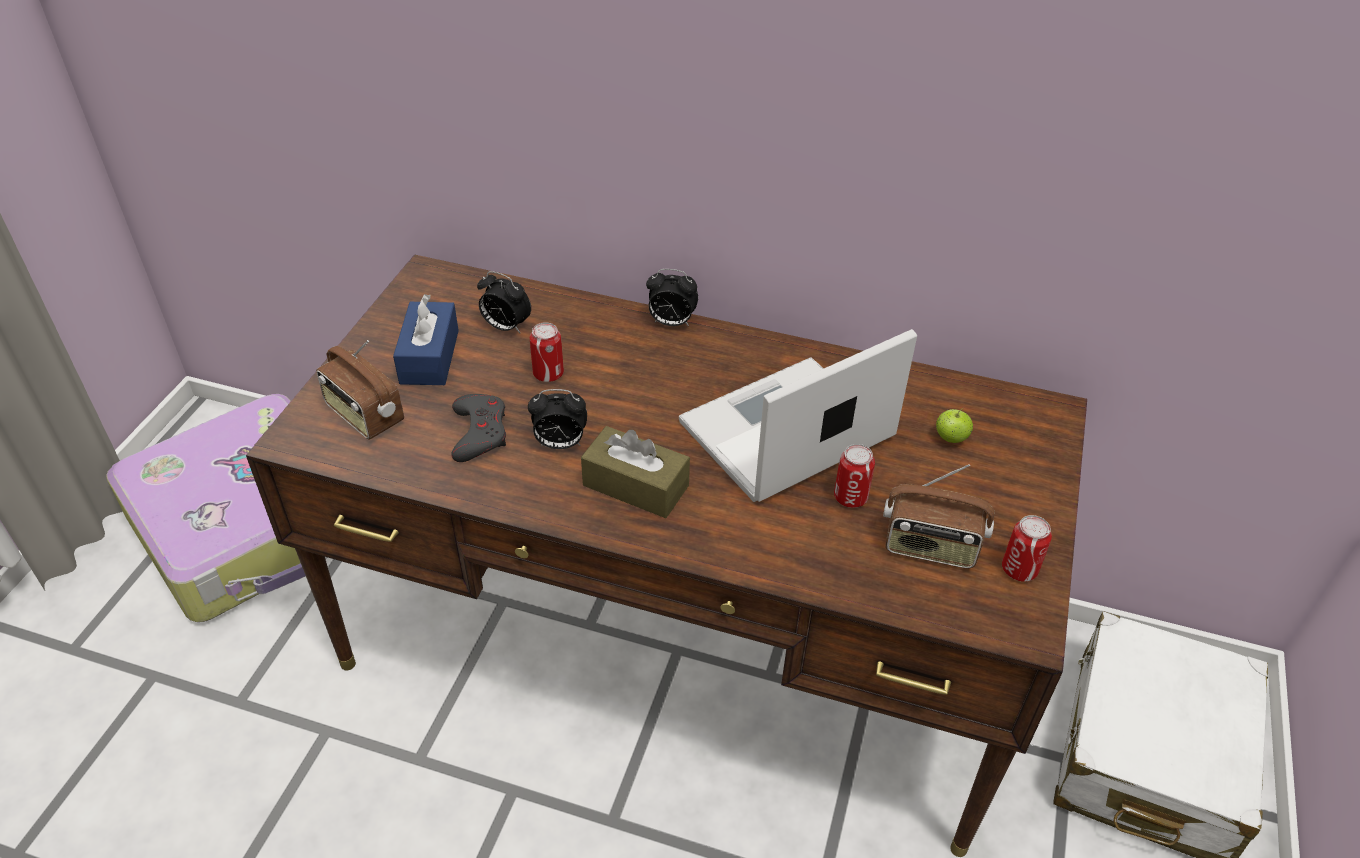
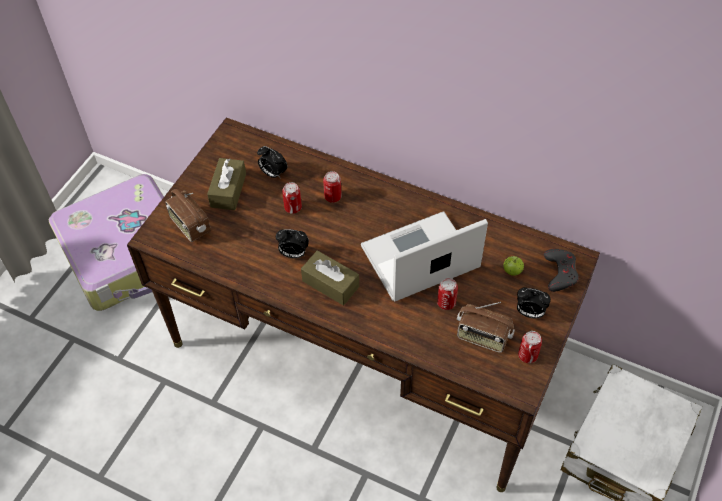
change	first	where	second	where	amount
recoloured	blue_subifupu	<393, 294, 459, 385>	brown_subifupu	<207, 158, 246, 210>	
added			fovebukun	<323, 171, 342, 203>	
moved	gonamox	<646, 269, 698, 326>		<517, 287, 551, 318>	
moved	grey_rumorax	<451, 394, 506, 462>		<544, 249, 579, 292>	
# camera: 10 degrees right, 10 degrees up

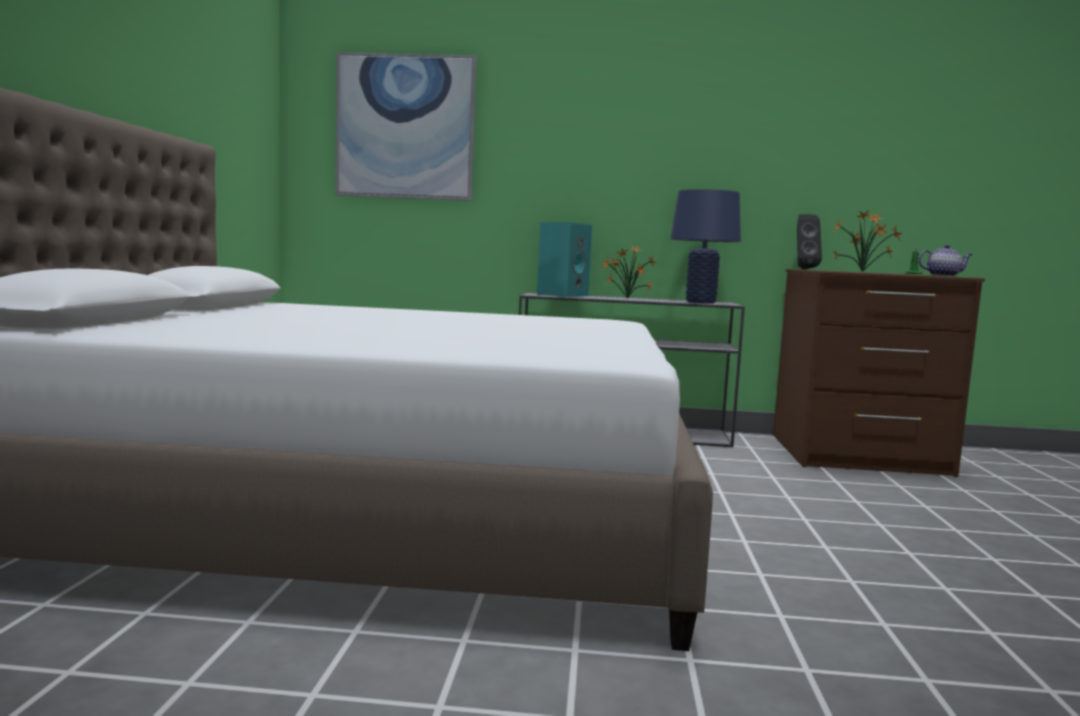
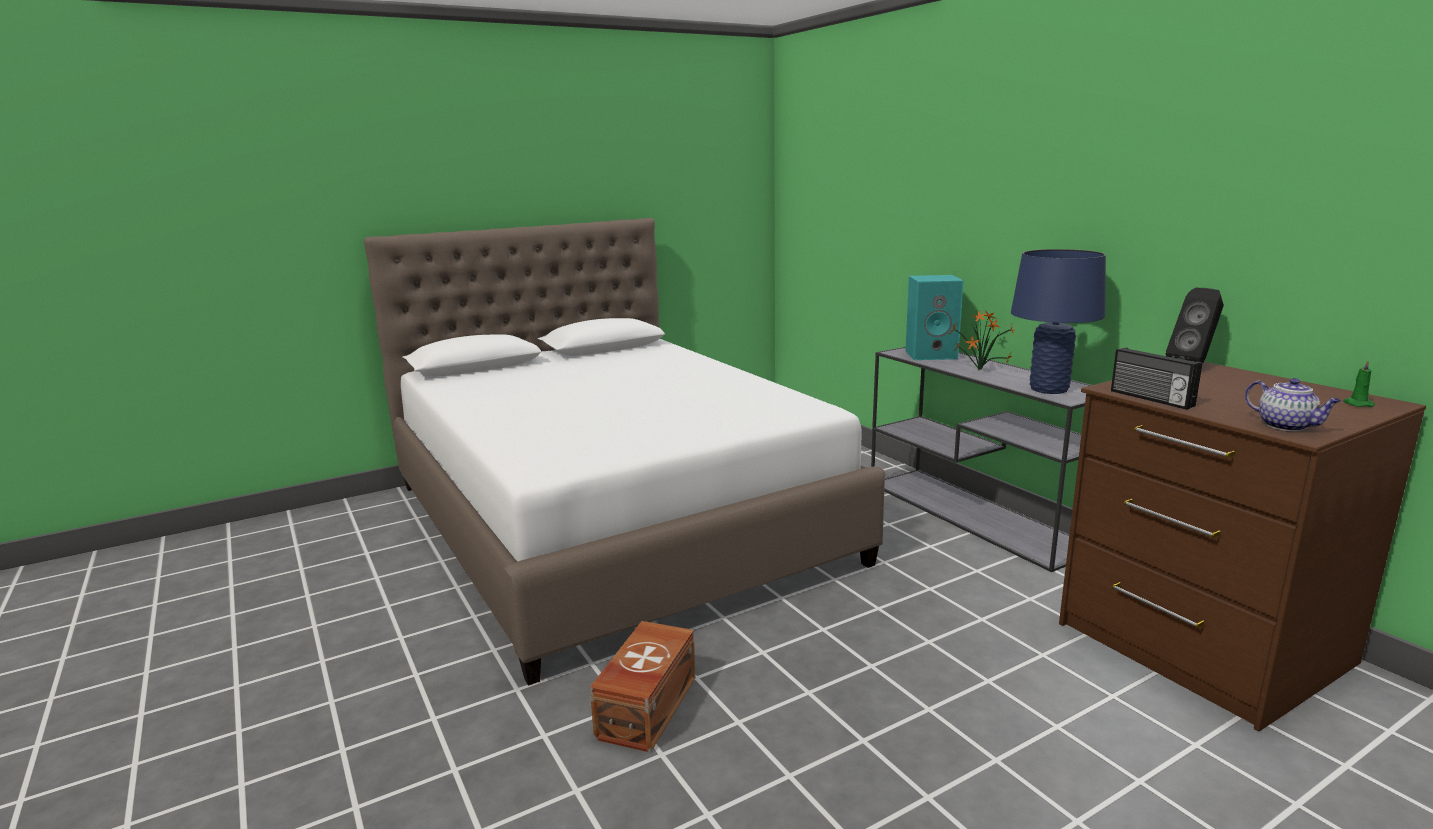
change	first	where	second	where	amount
added			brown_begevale	<590, 621, 695, 753>	
replaced	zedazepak	<833, 210, 902, 272>	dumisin	<1111, 348, 1202, 410>	
removed	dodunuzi	<336, 52, 476, 201>			
# camera: 55 degrees right, 10 degrees up

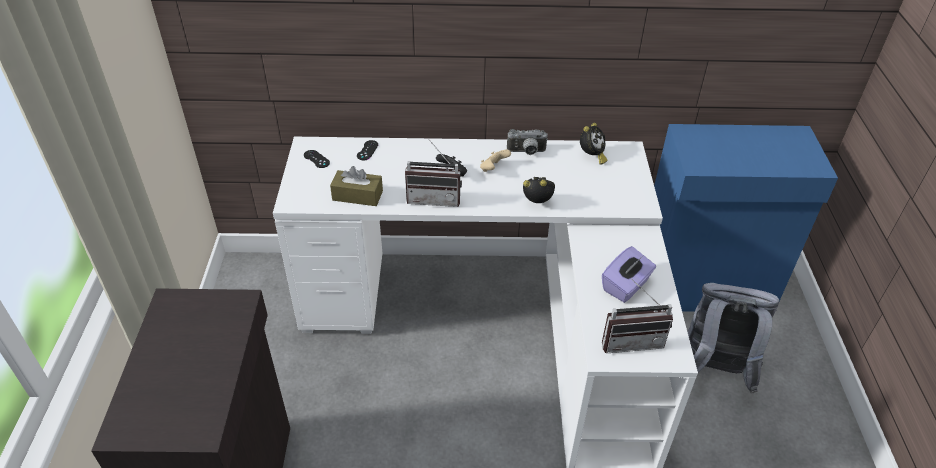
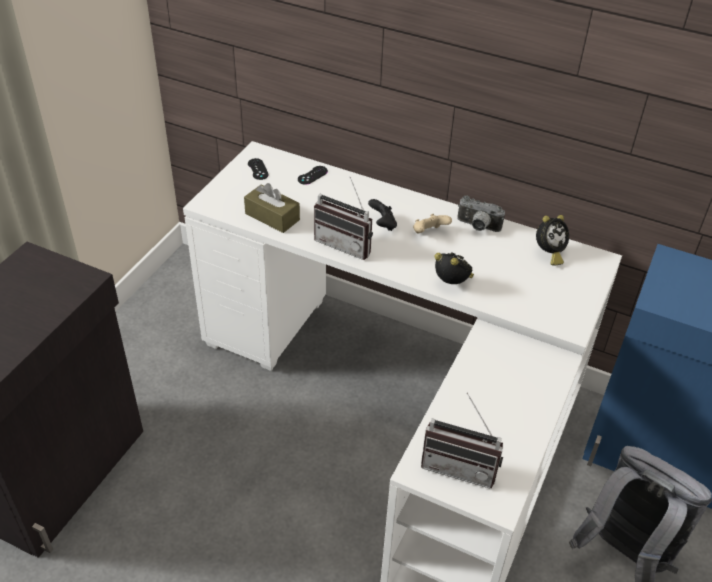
change	first	where	second	where	amount
removed	purple_subifupu	<602, 246, 656, 303>			
# camera: 25 degrees right, 0 degrees up

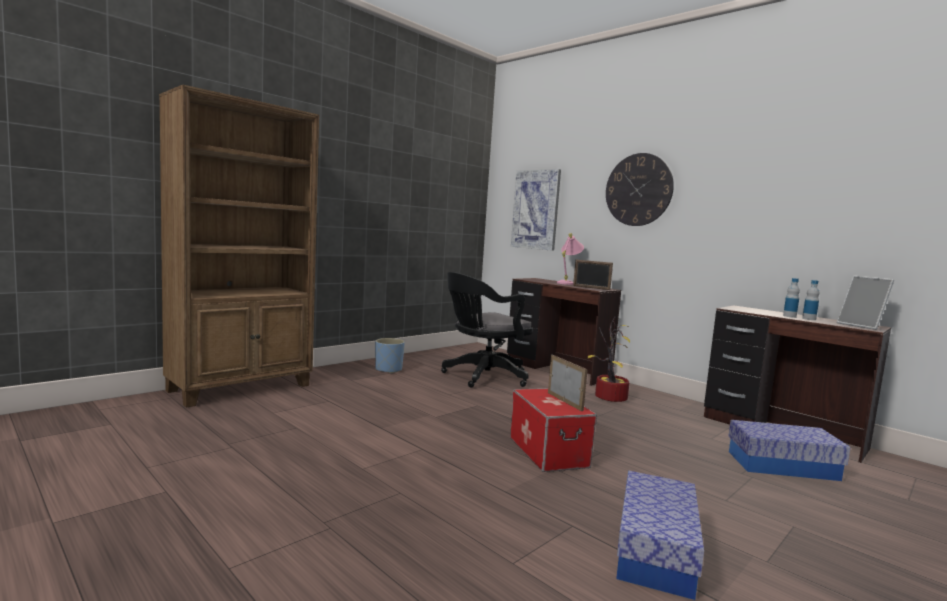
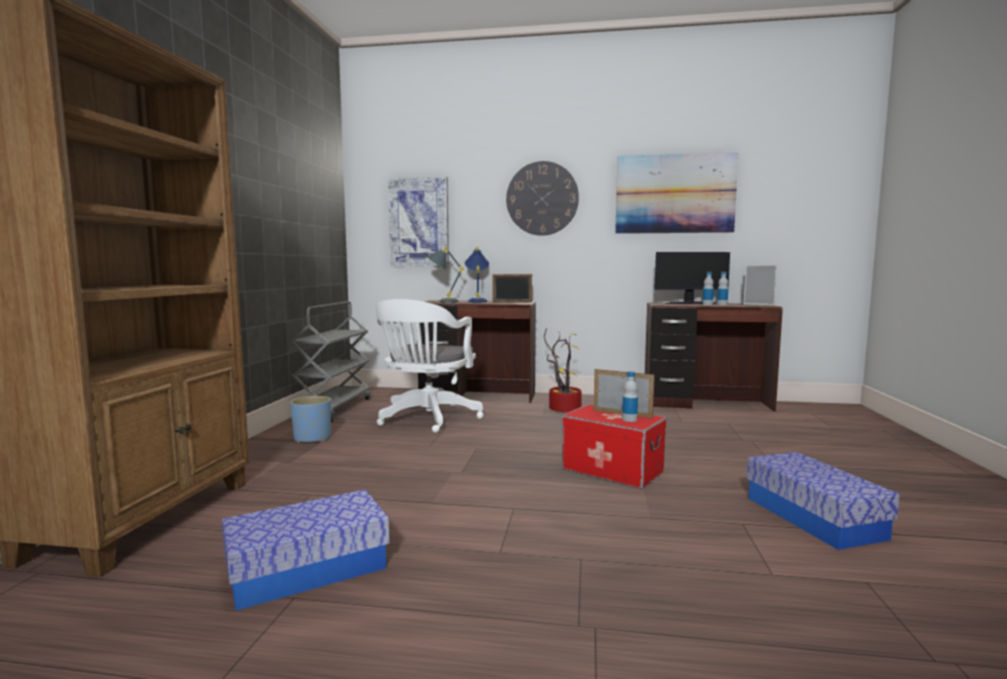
change	first	where	second	where	amount
moved	begevale	<728, 420, 850, 481>		<222, 490, 389, 611>	
added			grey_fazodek	<290, 301, 371, 422>	
recoloured	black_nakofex	<441, 272, 533, 388>	white_nakofex	<376, 299, 484, 433>	
added			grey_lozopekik	<426, 246, 464, 303>	
recoloured	pink_lozopekik	<557, 233, 584, 285>	blue_lozopekik	<465, 247, 489, 302>	
added			dodunuzi	<615, 152, 738, 234>	
added			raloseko	<622, 371, 638, 422>	
added			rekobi	<654, 252, 730, 304>	
# camera: 35 degrees left, 0 degrees up

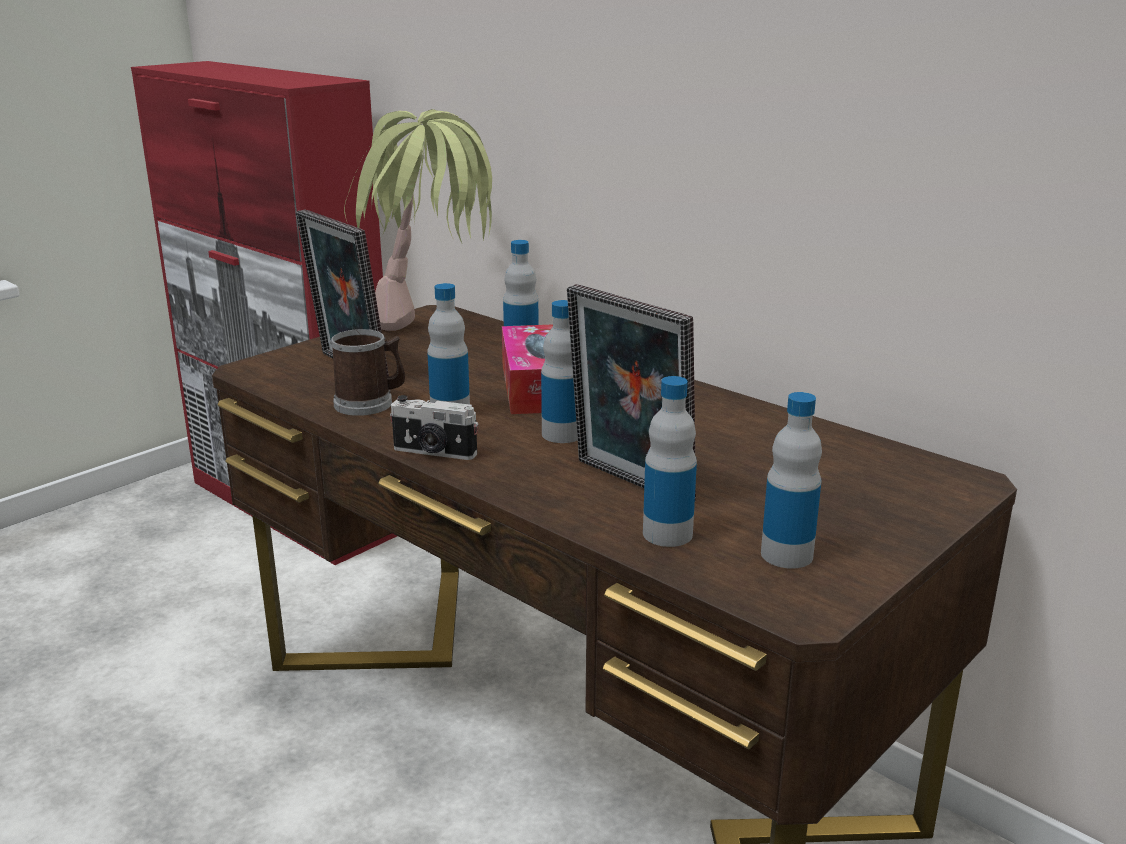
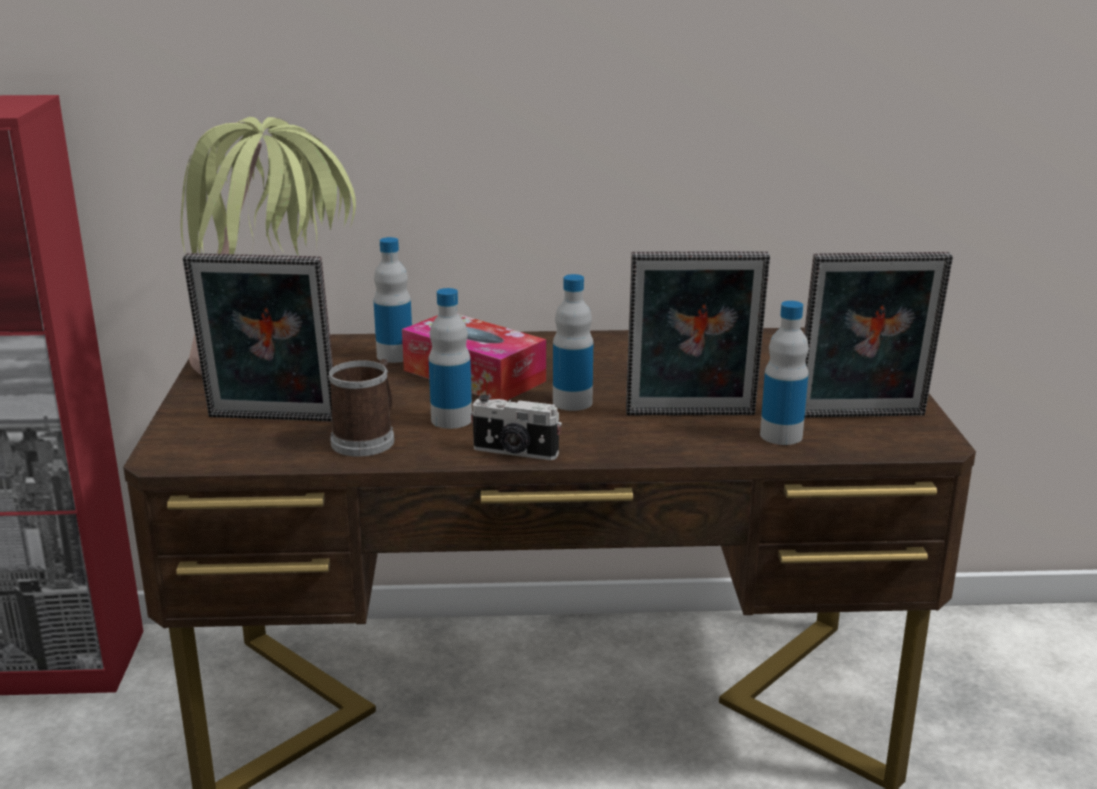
change	first	where	second	where	amount
turned	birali	<390, 395, 478, 460>		<471, 395, 562, 460>	45 degrees clockwise
replaced	raloseko	<761, 392, 822, 569>	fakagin	<804, 252, 953, 417>	
# camera: 45 degrees left, 0 degrees up

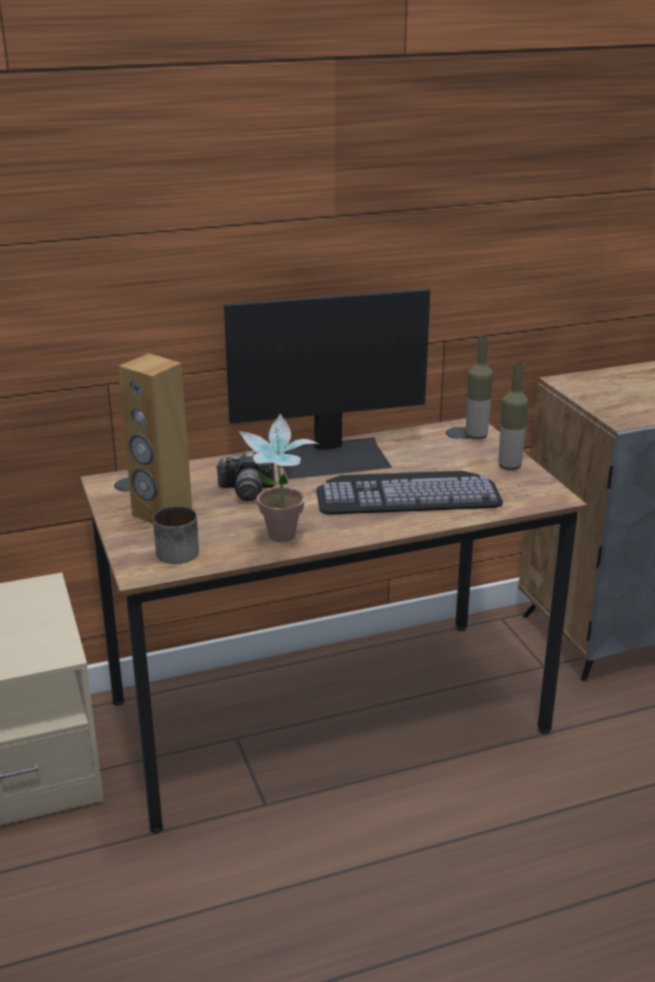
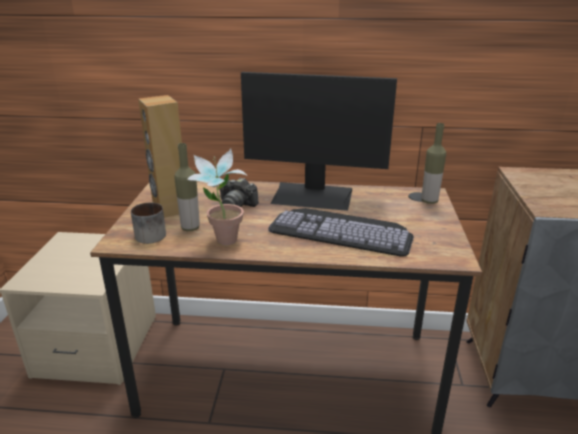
change	first	where	second	where	amount
moved	raloseko	<498, 362, 529, 470>		<174, 143, 200, 231>	
# camera: 25 degrees right, 0 degrees up

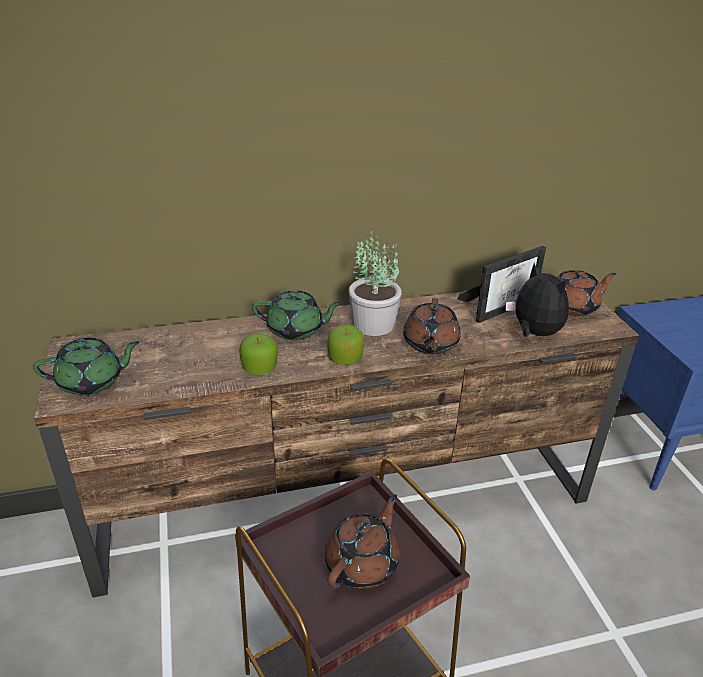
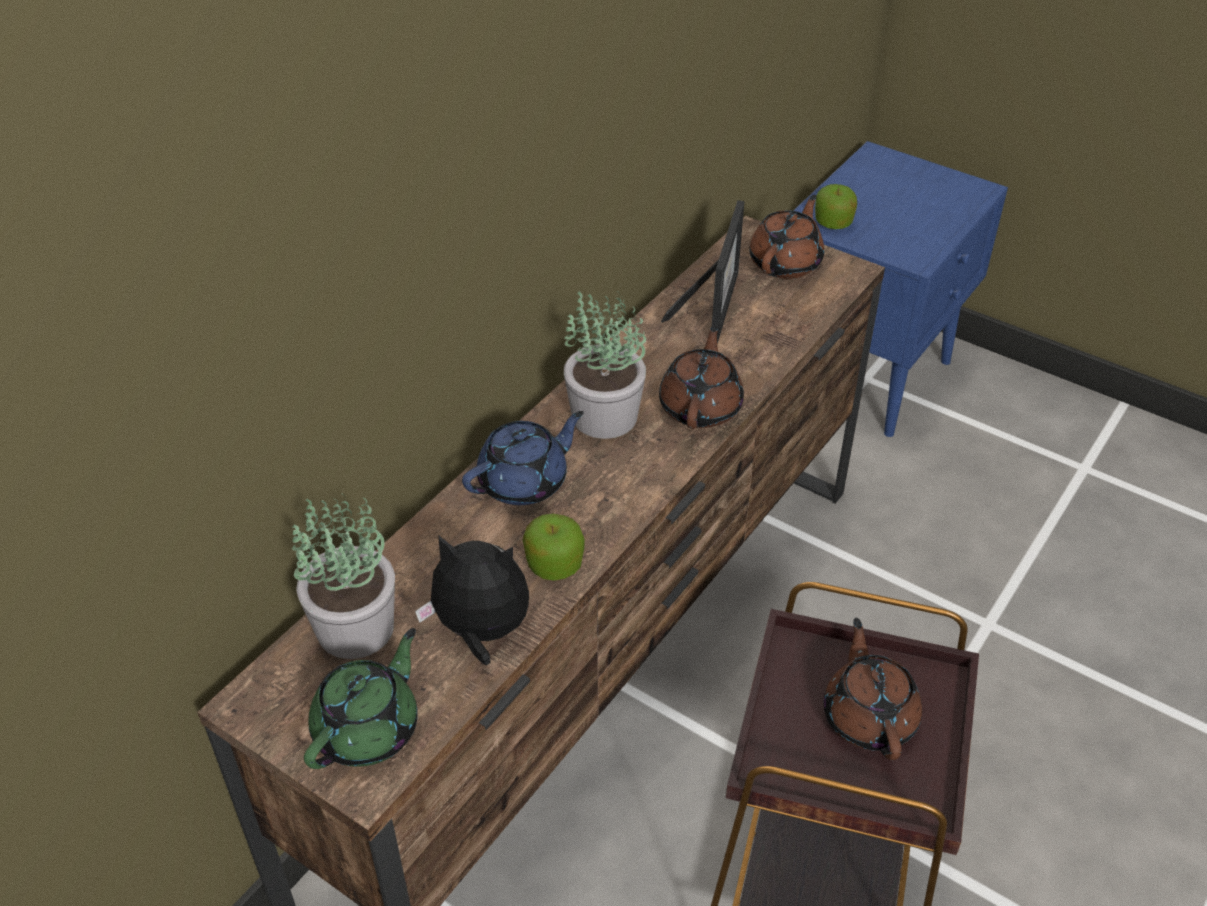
change	first	where	second	where	amount
added			zedazepak	<291, 494, 395, 659>	
moved	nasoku	<505, 263, 569, 336>		<415, 535, 529, 665>	
recoloured	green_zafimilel	<252, 290, 342, 340>	blue_zafimilel	<462, 411, 584, 505>	
turned	brown_zafimilel	<403, 298, 461, 354>		<659, 324, 744, 429>	135 degrees counterclockwise
moved	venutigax	<327, 324, 364, 365>		<815, 184, 857, 229>	
# camera: 40 degrees left, 10 degrees up

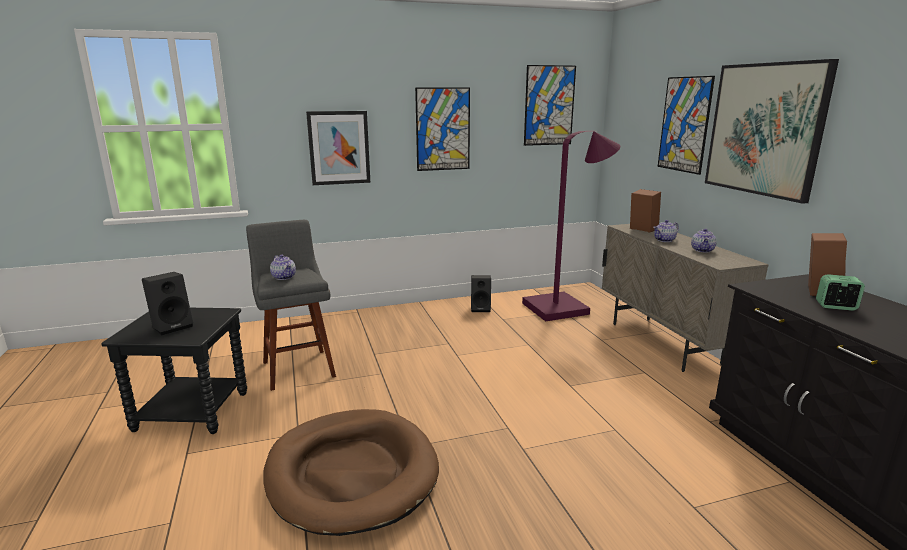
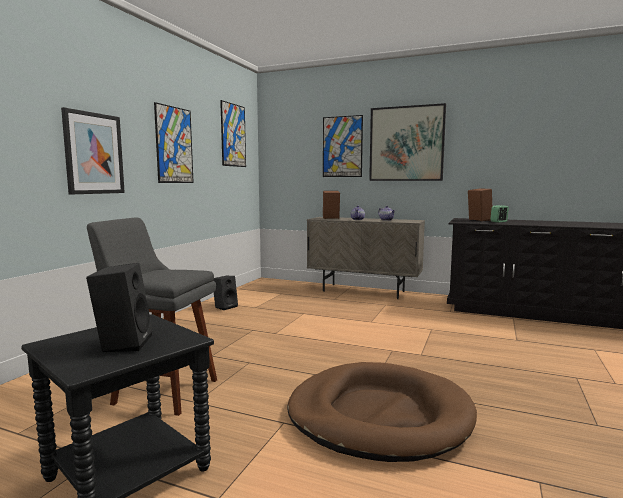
change	first	where	second	where	amount
removed	zafimilel	<270, 255, 296, 280>			
removed	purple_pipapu	<522, 131, 620, 322>			
# camera: 50 degrees left, 10 degrees down

